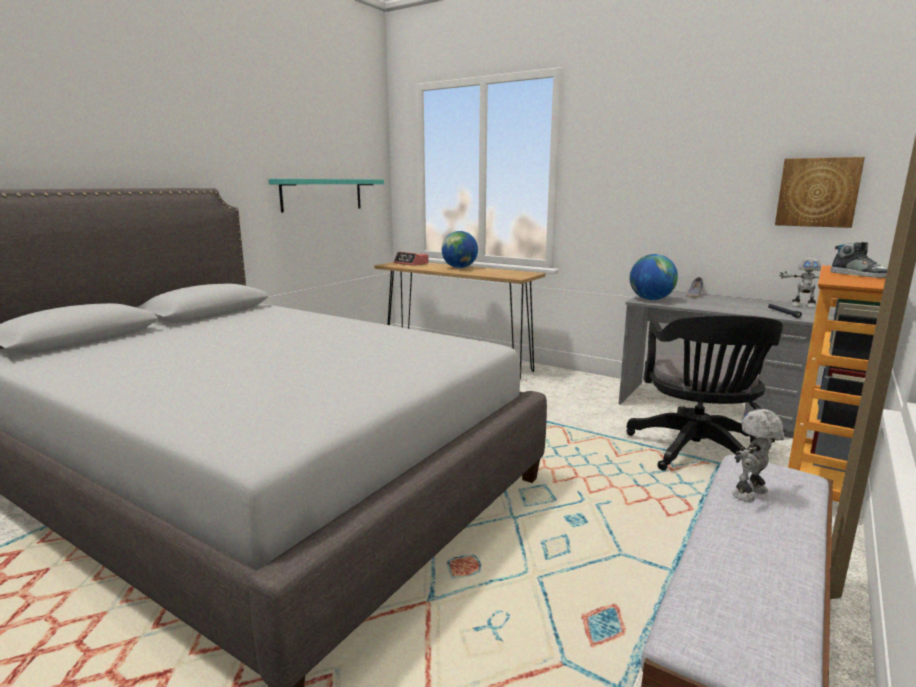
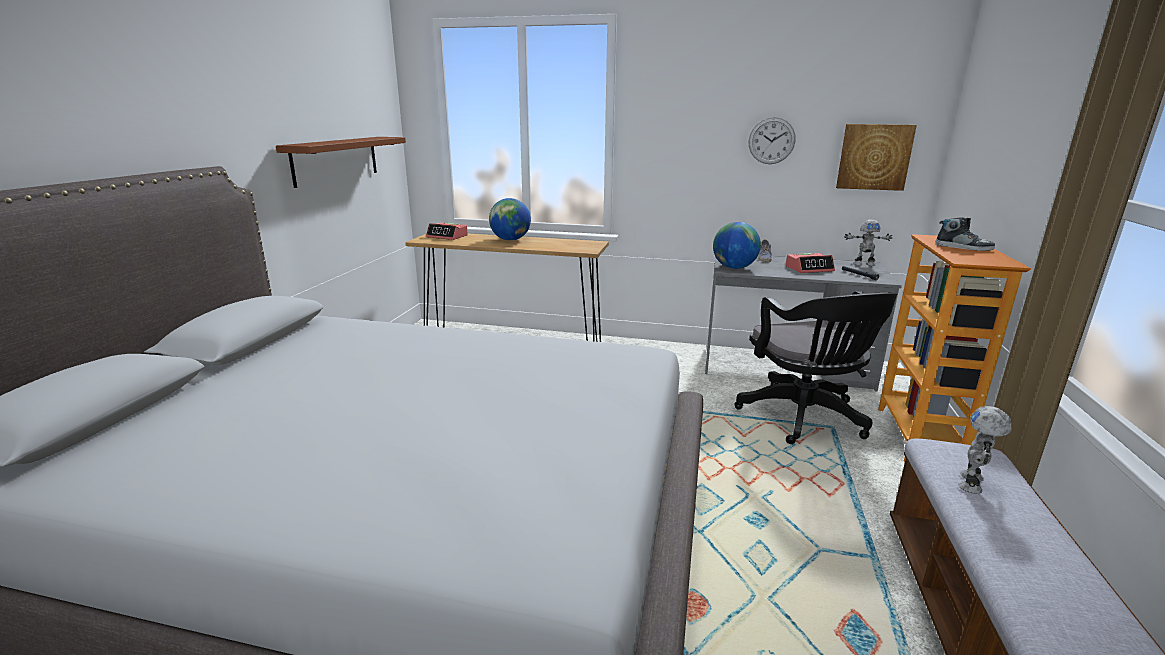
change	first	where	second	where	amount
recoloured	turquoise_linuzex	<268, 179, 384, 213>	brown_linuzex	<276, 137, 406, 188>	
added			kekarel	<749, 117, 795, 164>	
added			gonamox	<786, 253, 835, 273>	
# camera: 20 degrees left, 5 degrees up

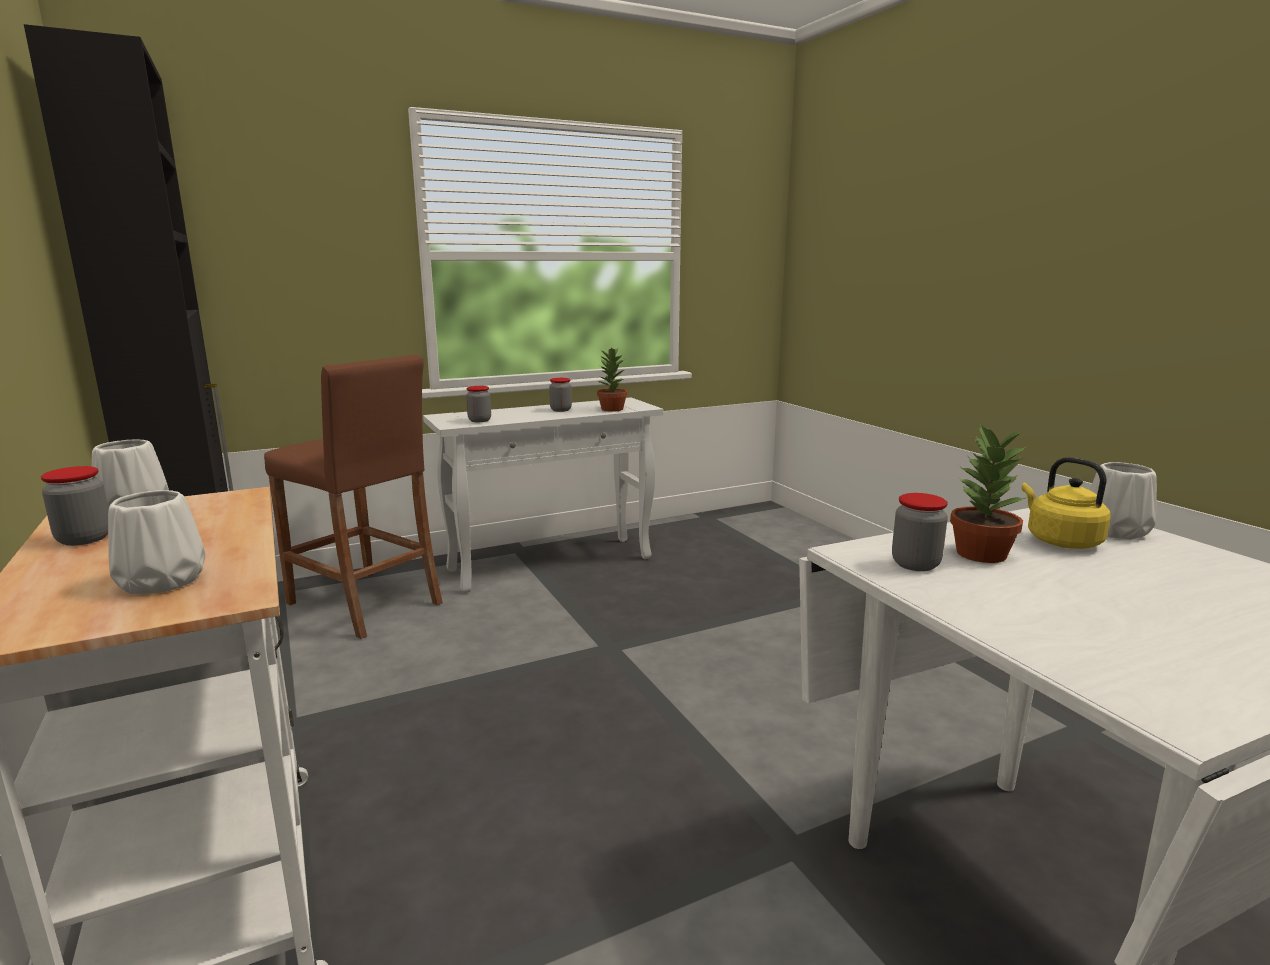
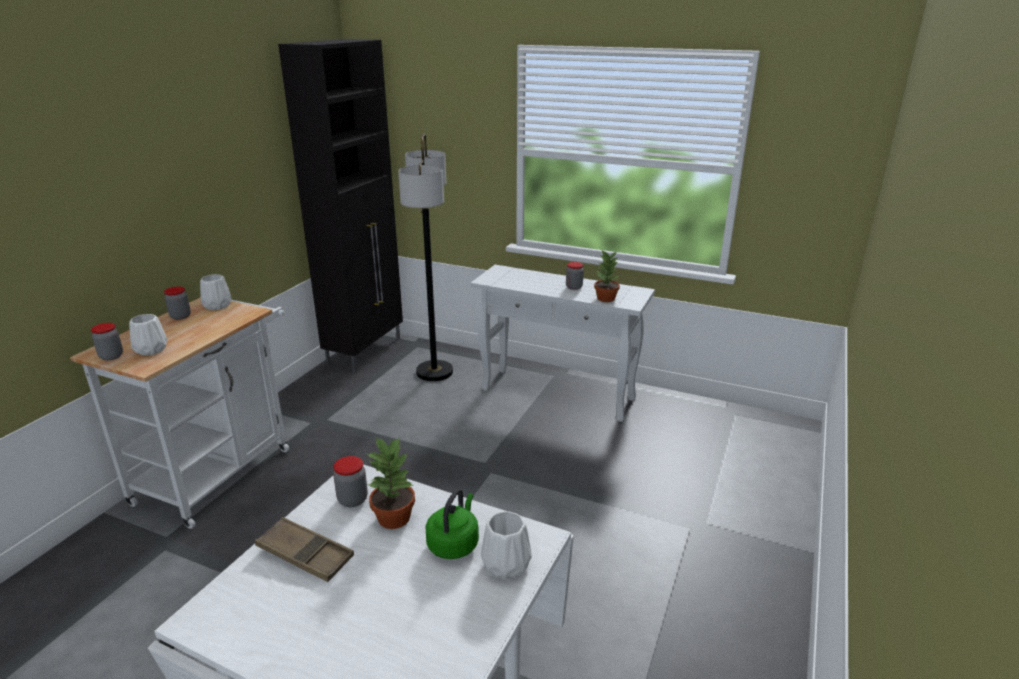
change	first	where	second	where	amount
moved	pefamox	<466, 386, 491, 422>		<91, 323, 123, 361>	
added			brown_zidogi	<255, 517, 354, 582>	
replaced	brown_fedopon	<264, 354, 443, 639>	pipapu	<398, 133, 453, 381>	
recoloured	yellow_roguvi	<1022, 457, 1111, 549>	green_roguvi	<426, 489, 479, 559>	
# camera: 50 degrees right, 10 degrees up

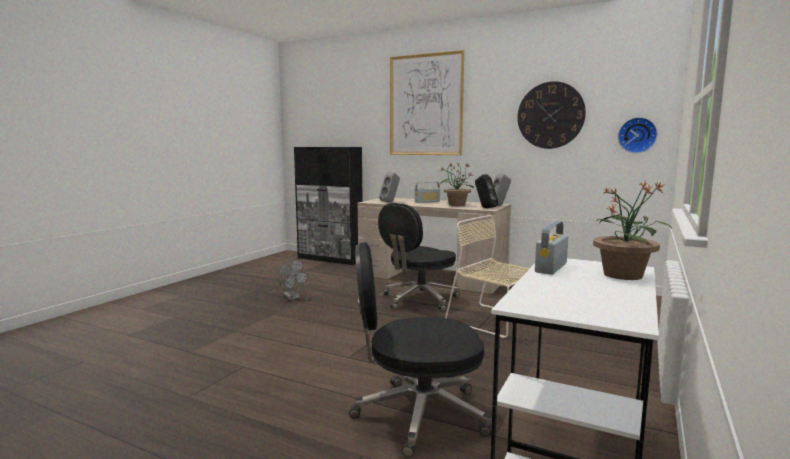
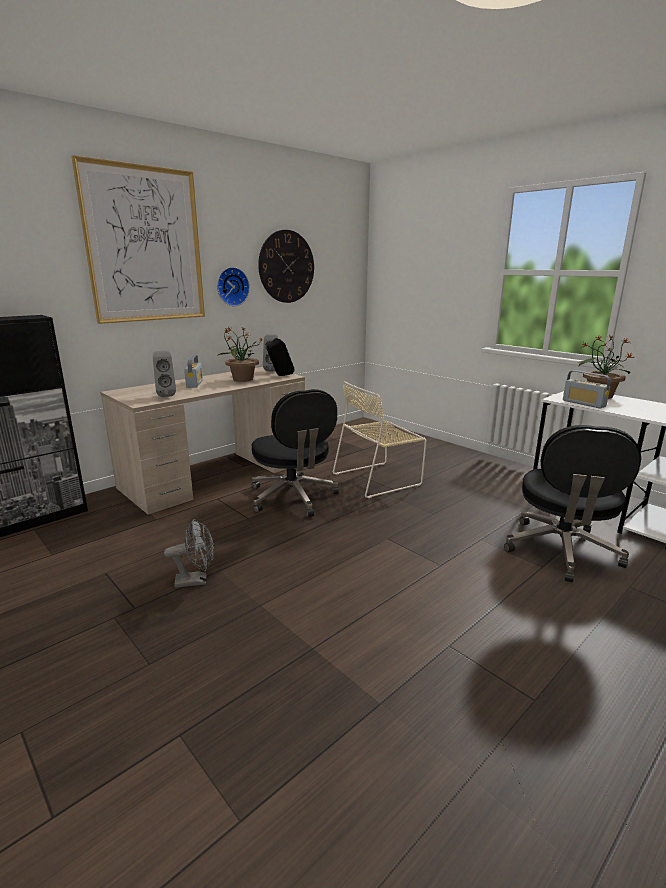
change	first	where	second	where	amount
moved	kekarel	<618, 117, 657, 153>		<217, 267, 250, 306>	
# camera: 70 degrees left, 10 degrees up

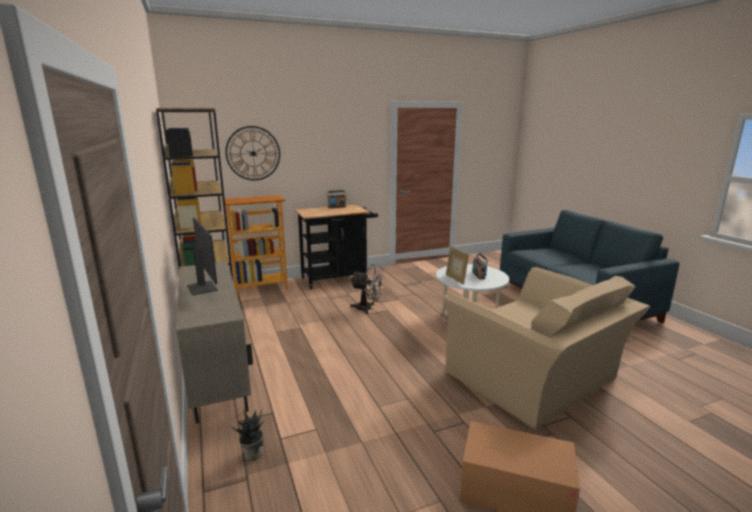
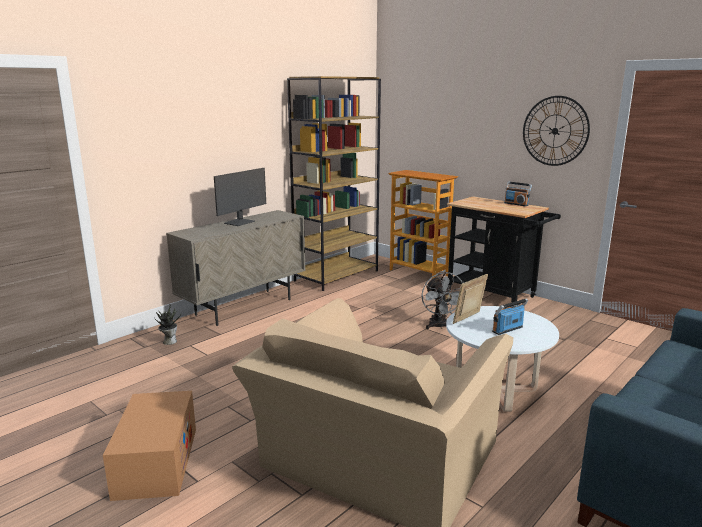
change	first	where	second	where	amount
moved	kekarel	<225, 126, 280, 180>		<523, 96, 590, 166>	
# camera: 65 degrees right, 0 degrees up

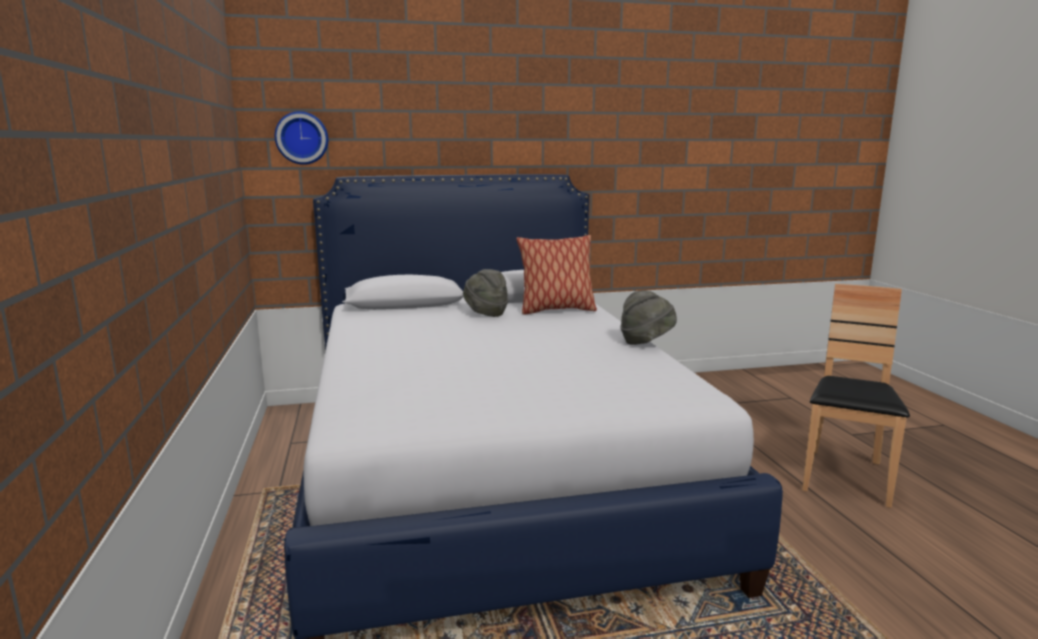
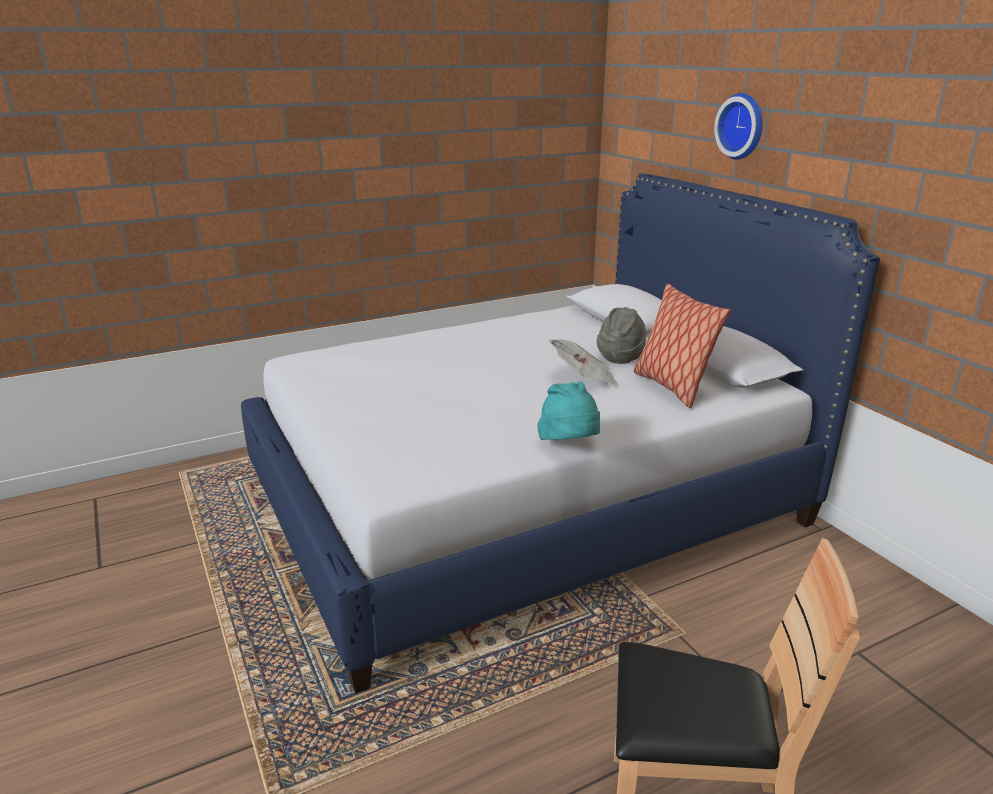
change	first	where	second	where	amount
recoloured	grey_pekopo	<620, 290, 677, 345>	turquoise_pekopo	<538, 381, 600, 440>	
added			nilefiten	<549, 339, 620, 386>	
moved	kekarel	<275, 111, 328, 165>		<714, 93, 763, 160>	
# camera: 75 degrees right, 10 degrees up

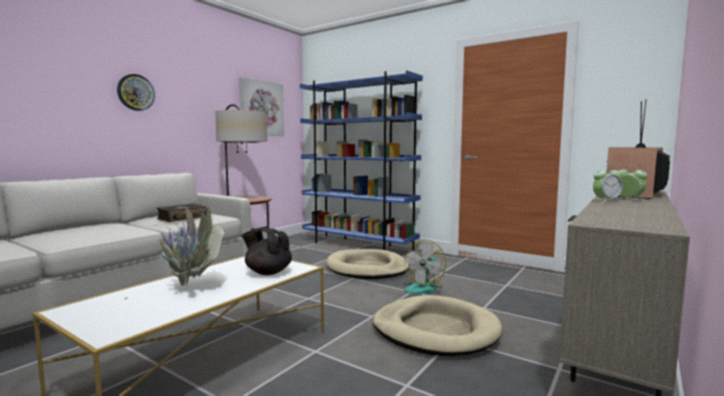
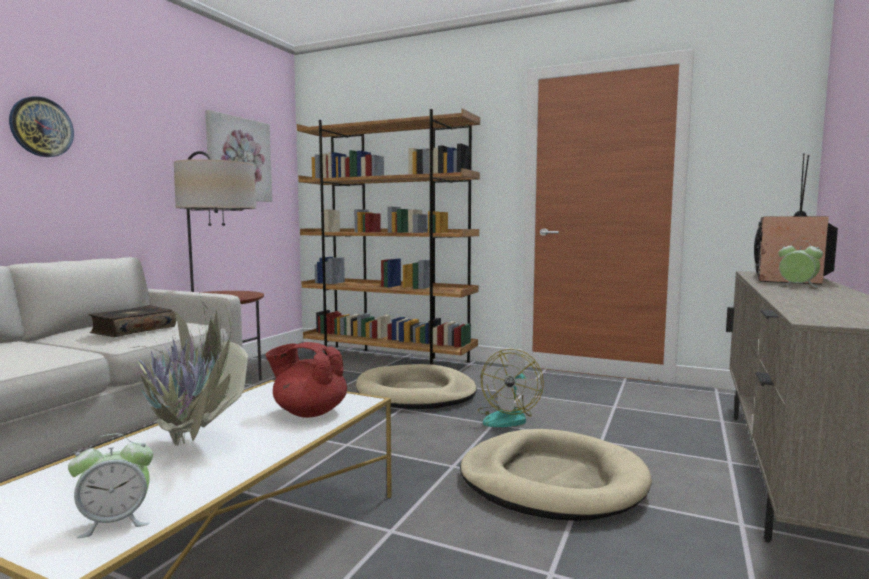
change	first	where	second	where	amount
moved	gonamox	<593, 166, 623, 203>		<68, 434, 153, 538>	
recoloured	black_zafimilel	<242, 228, 292, 275>	red_zafimilel	<265, 342, 347, 418>	
recoloured	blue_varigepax	<300, 70, 423, 250>	brown_varigepax	<297, 108, 480, 365>	
# camera: 10 degrees left, 0 degrees up

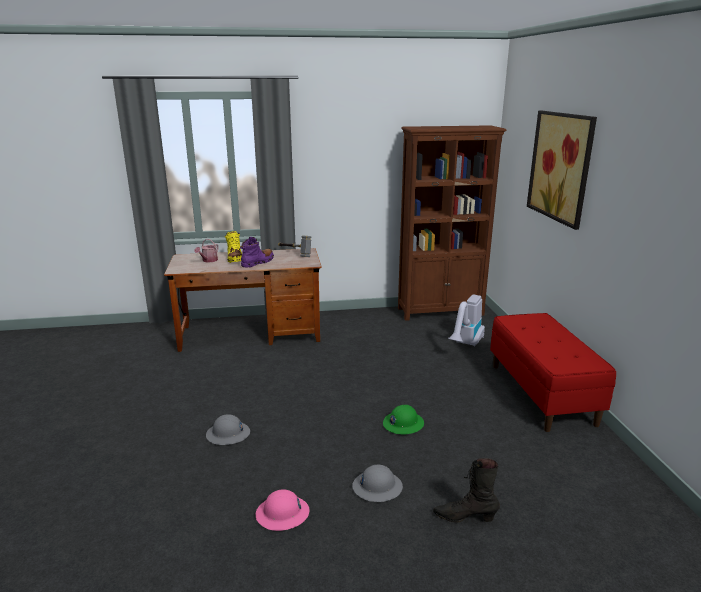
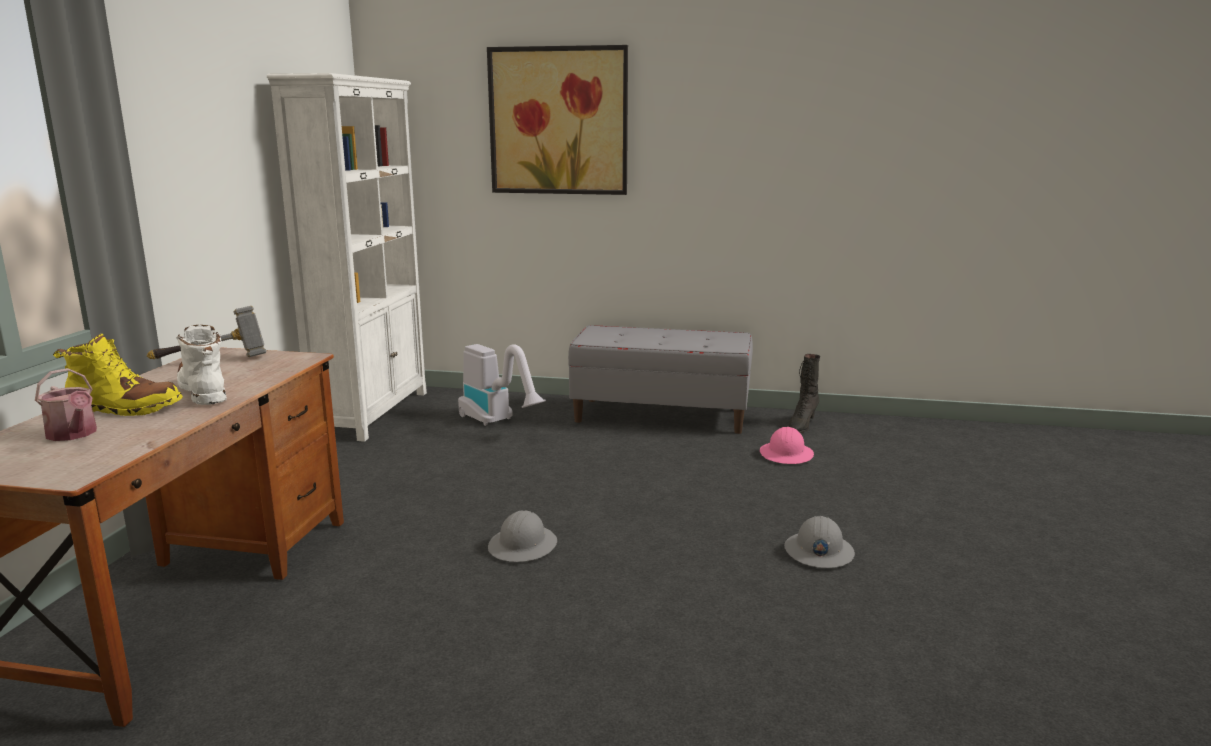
change	first	where	second	where	amount
recoloured	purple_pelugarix	<240, 237, 274, 268>	white_pelugarix	<176, 325, 227, 405>	
recoloured	brown_varigepax	<398, 125, 506, 321>	white_varigepax	<267, 73, 427, 442>	
moved	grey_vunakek	<206, 414, 250, 445>		<488, 511, 557, 562>	
recoloured	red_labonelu	<490, 313, 616, 432>	grey_labonelu	<568, 325, 753, 434>	
moved	pink_vunakek	<256, 489, 310, 531>		<760, 427, 814, 464>	
moved	black_pelugarix	<433, 458, 500, 523>		<789, 354, 820, 433>	
removed	green_vunakek	<383, 405, 424, 435>			
# camera: 70 degrees left, 5 degrees down

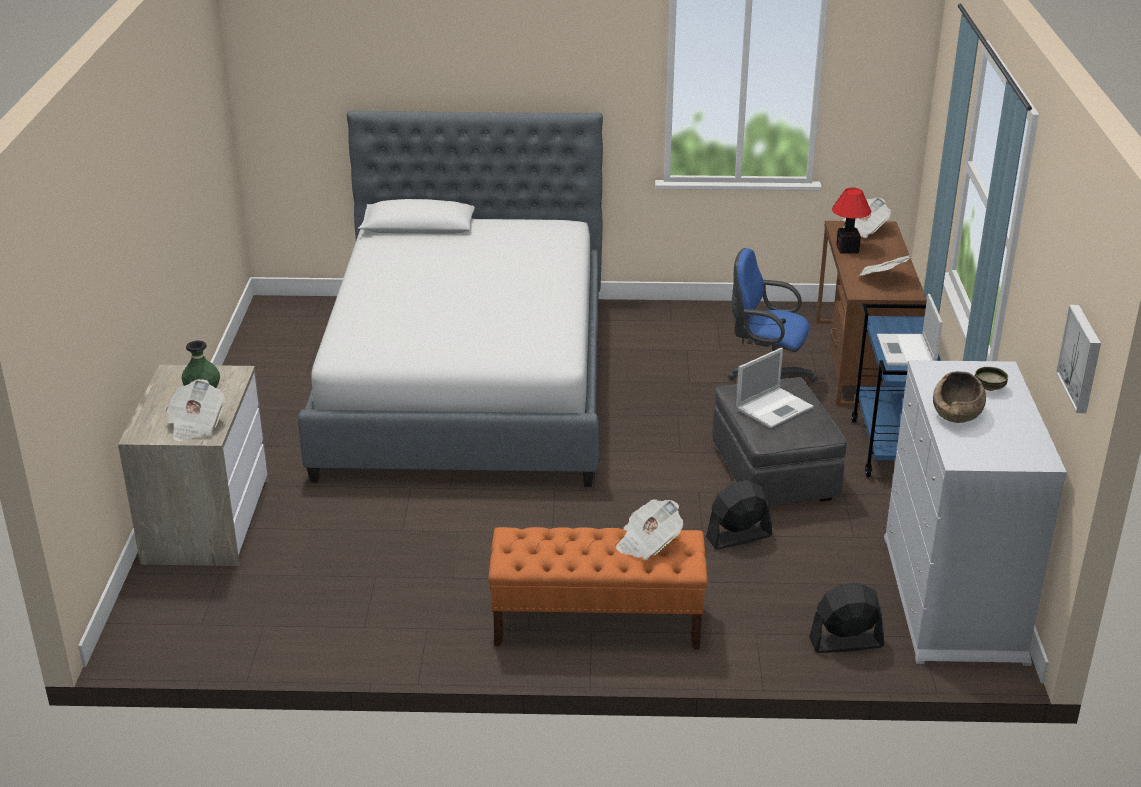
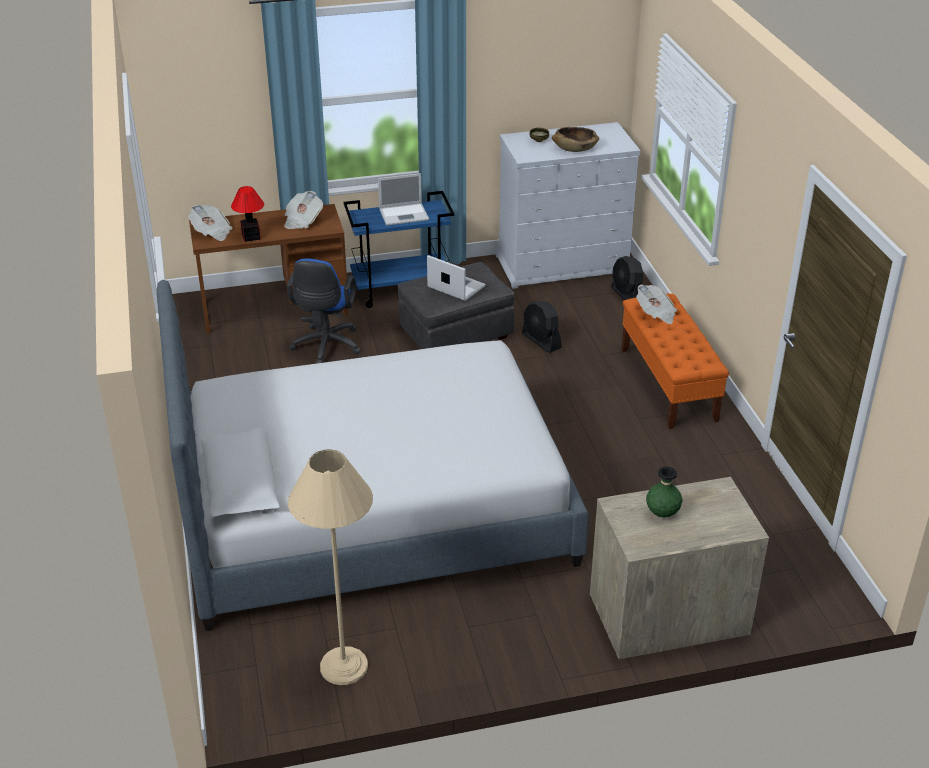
change	first	where	second	where	amount
added			beige_pipapu	<288, 449, 373, 685>	
removed	nilefiten	<166, 379, 226, 441>			
removed	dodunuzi	<1056, 305, 1101, 413>			
# camera: 105 degrees left, 5 degrees up

